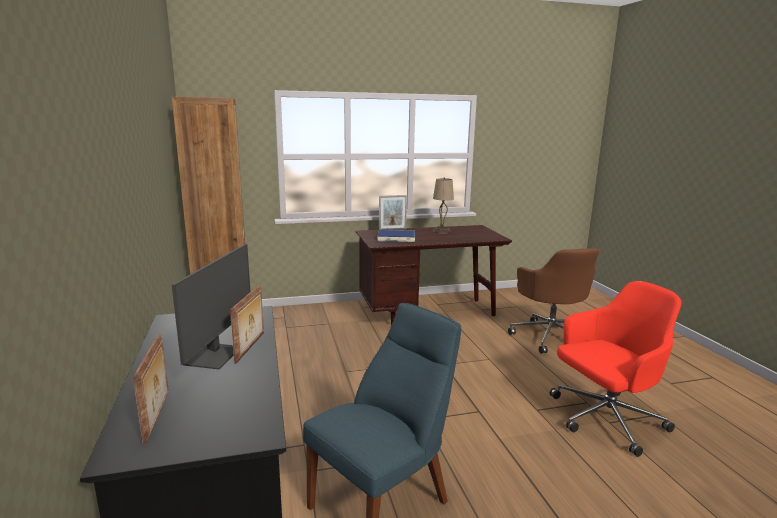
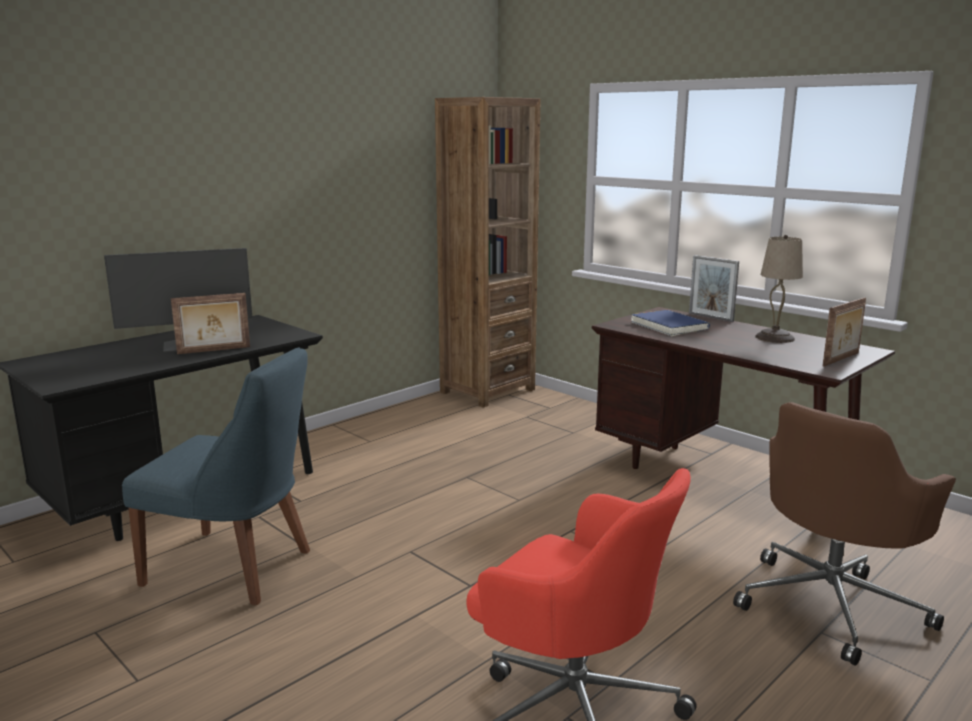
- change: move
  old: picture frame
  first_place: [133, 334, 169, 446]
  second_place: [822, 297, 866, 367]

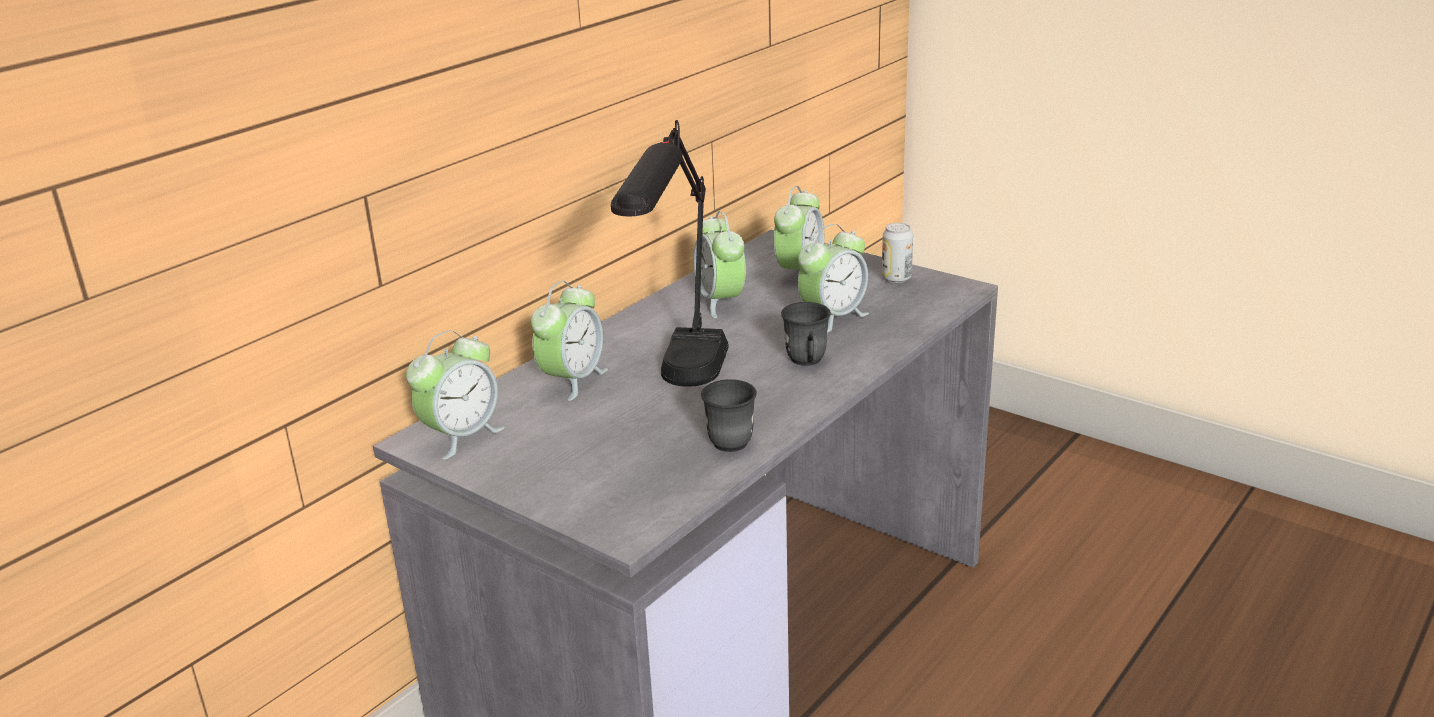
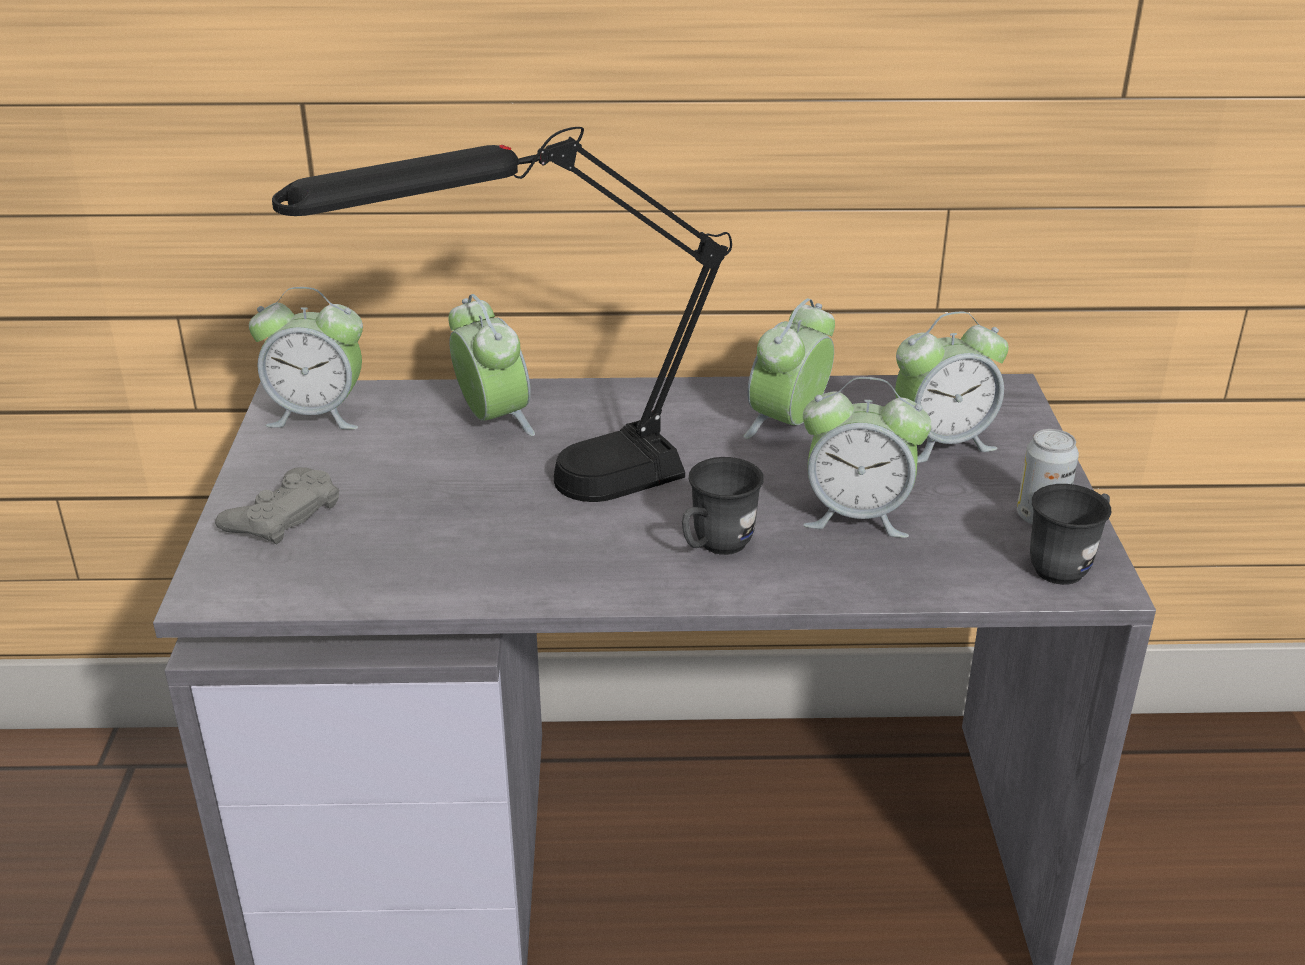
- change: rotate
  old: alarm clock
  first_place: [531, 281, 608, 401]
  second_place: [448, 294, 535, 436]
  degrees: -105
- change: move
  old: grey mug
  first_place: [701, 379, 757, 452]
  second_place: [1030, 484, 1111, 585]
- change: insert
  new: grey game controller
  second_place: [215, 468, 340, 544]

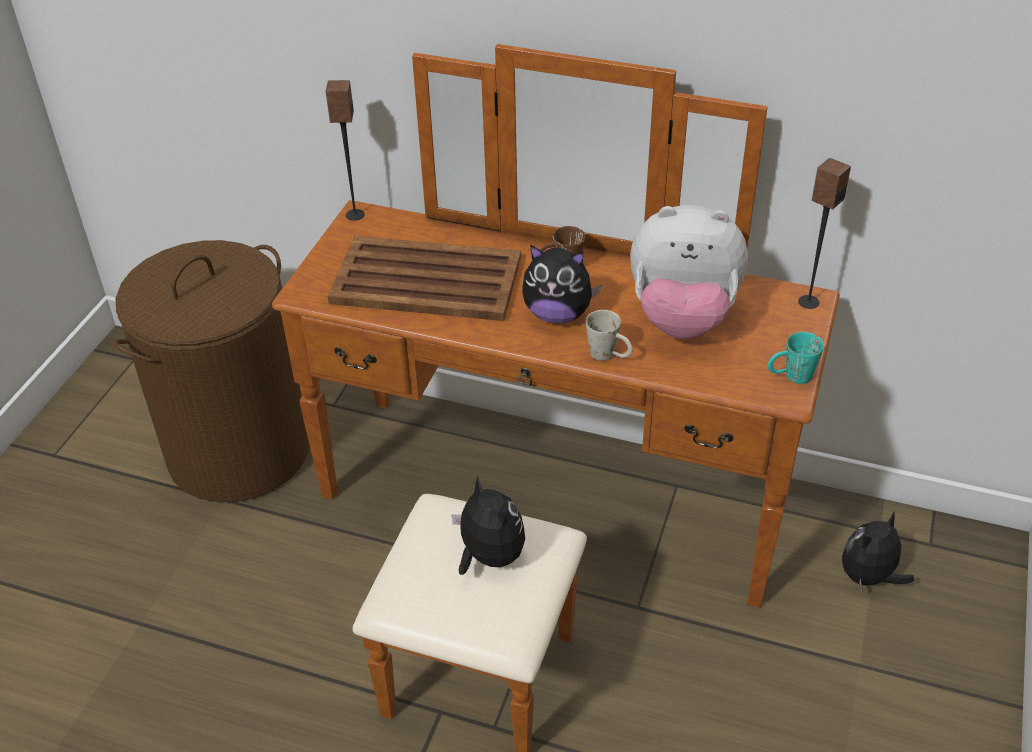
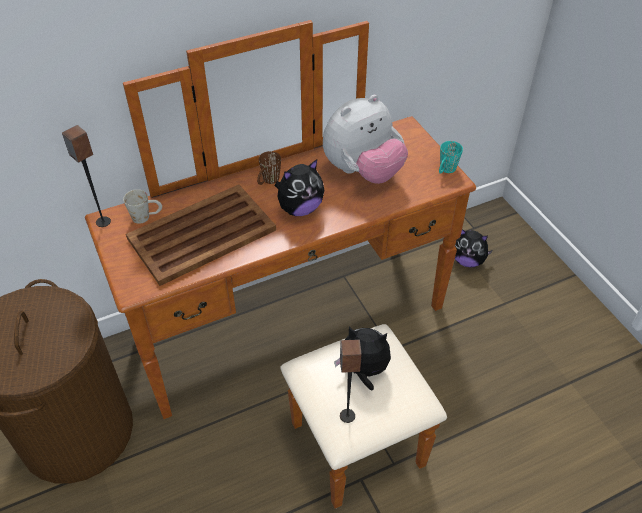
- change: move
  old: white mug
  first_place: [586, 310, 633, 361]
  second_place: [123, 189, 162, 224]
- change: move
  old: speaker
  first_place: [798, 158, 851, 309]
  second_place: [340, 339, 362, 423]
- change: rotate
  old: plush toy
  first_place: [842, 512, 914, 592]
  second_place: [455, 229, 493, 268]
  degrees: -75

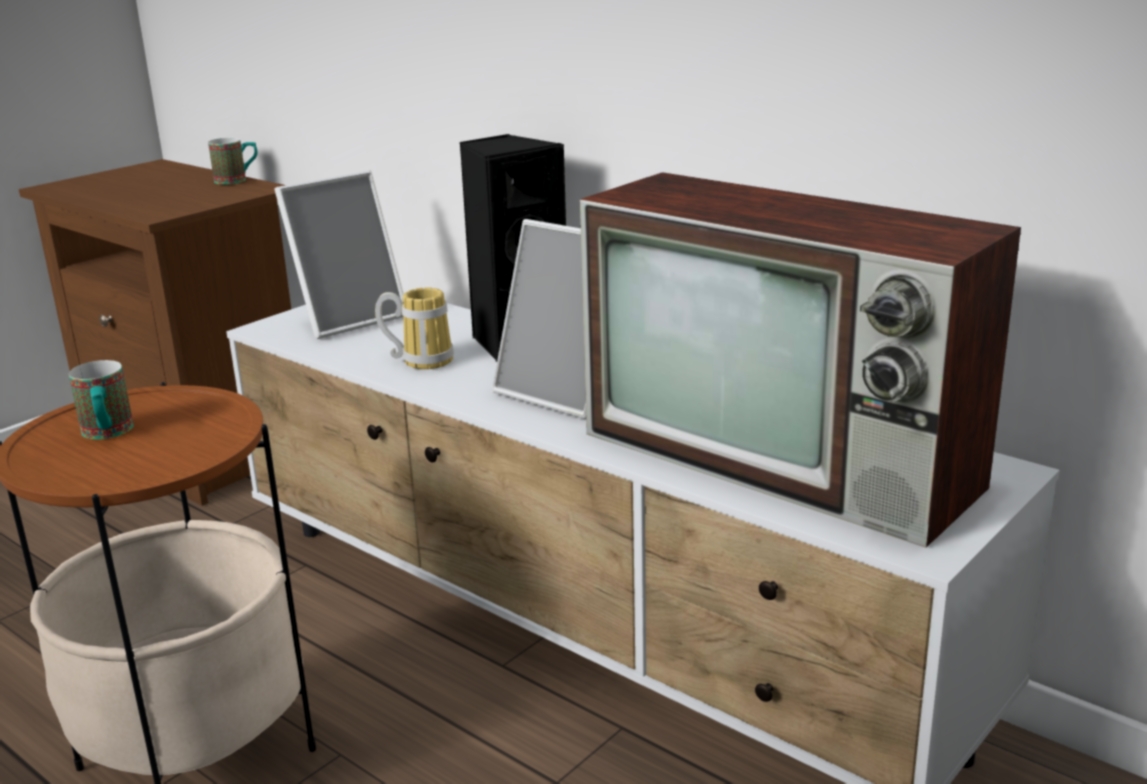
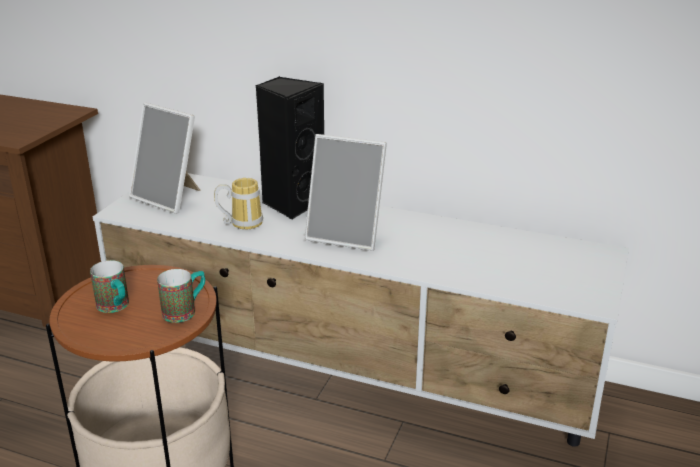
- change: move
  old: mug
  first_place: [208, 138, 257, 185]
  second_place: [157, 269, 205, 323]
- change: rotate
  old: picture frame
  first_place: [274, 170, 404, 339]
  second_place: [129, 103, 201, 214]
  degrees: 90
- change: delete
  old: television
  first_place: [580, 172, 1021, 548]

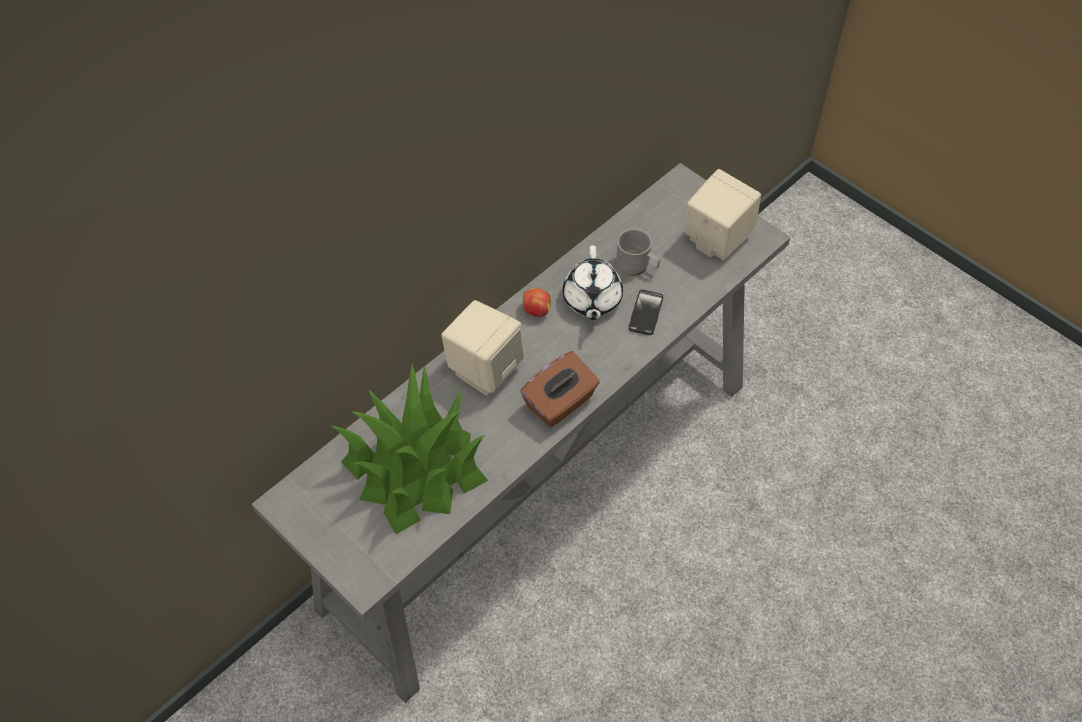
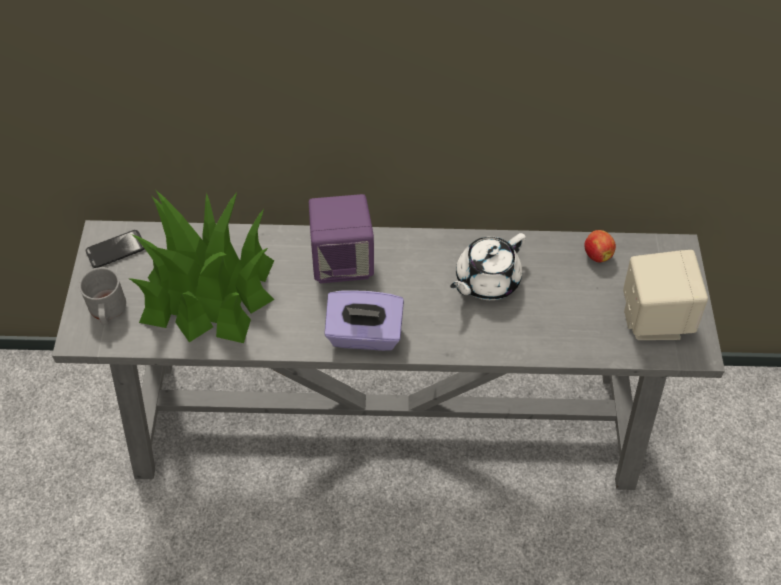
- change: recolor
  old: beige speaker
  new: purple speaker
  first_place: [441, 300, 525, 396]
  second_place: [309, 194, 374, 283]
- change: recolor
  old: brown tissue box
  new: purple tissue box
  first_place: [520, 351, 600, 427]
  second_place: [324, 290, 404, 351]
- change: move
  old: apple
  first_place: [523, 288, 551, 317]
  second_place: [584, 230, 616, 262]
- change: move
  old: grey mug
  first_place: [616, 228, 660, 276]
  second_place: [79, 267, 126, 325]
- change: move
  old: phone
  first_place: [629, 290, 663, 335]
  second_place: [86, 230, 145, 268]

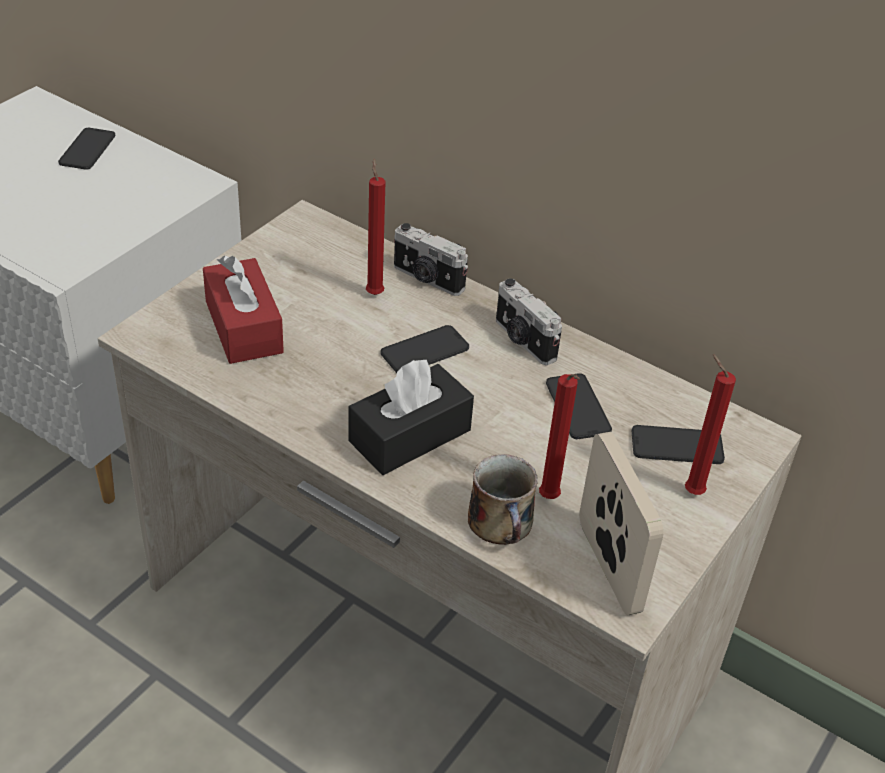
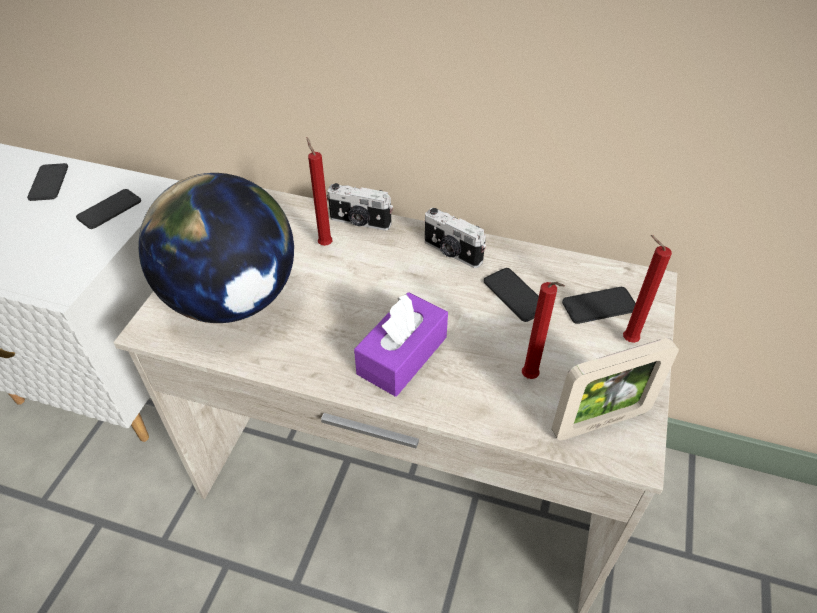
- change: replace
  old: red tissue box
  new: globe
  first_place: [203, 256, 284, 364]
  second_place: [138, 173, 294, 323]
- change: recolor
  old: black tissue box
  new: purple tissue box
  first_place: [348, 359, 474, 475]
  second_place: [354, 292, 448, 397]
- change: move
  old: phone
  first_place: [381, 325, 469, 373]
  second_place: [76, 189, 141, 229]
- change: delete
  old: mug
  first_place: [468, 454, 538, 545]
- change: rotate
  old: picture frame
  first_place: [579, 432, 663, 615]
  second_place: [552, 338, 679, 440]
  degrees: 105

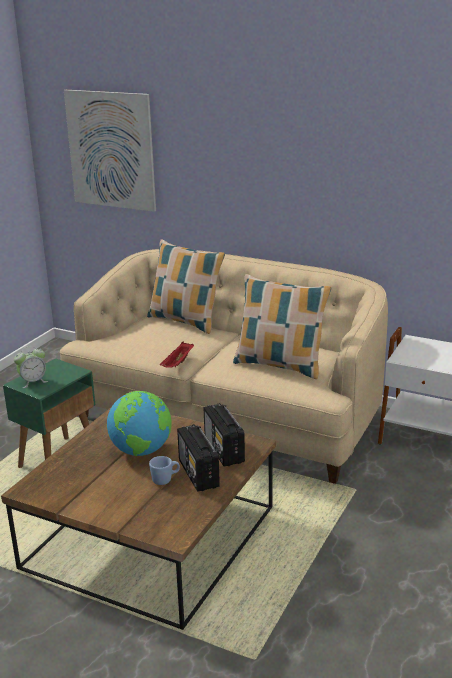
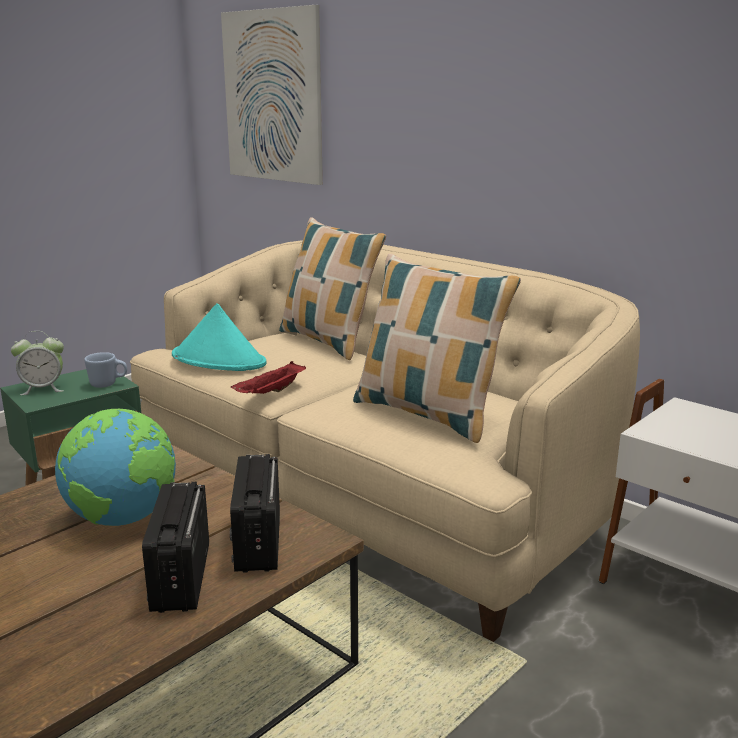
- change: move
  old: blue mug
  first_place: [149, 456, 180, 485]
  second_place: [84, 352, 127, 388]
- change: insert
  new: turquoise hat
  second_place: [172, 303, 266, 371]

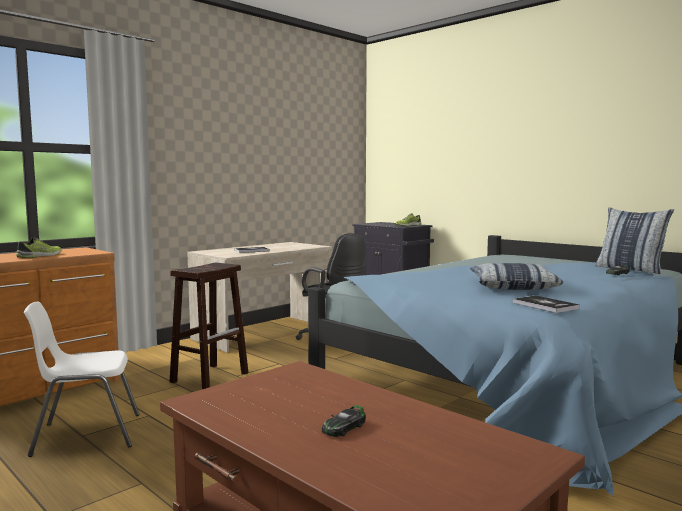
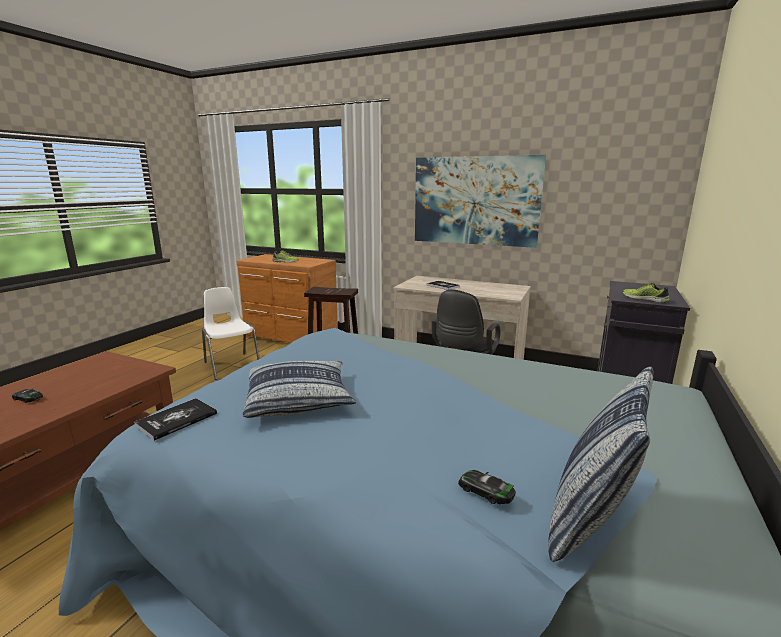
- change: insert
  new: picture
  second_place: [415, 155, 546, 248]

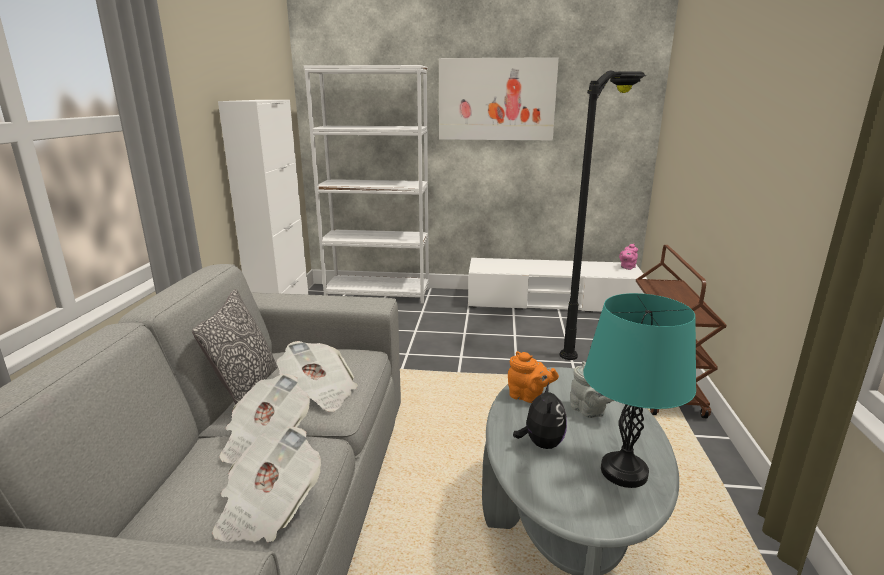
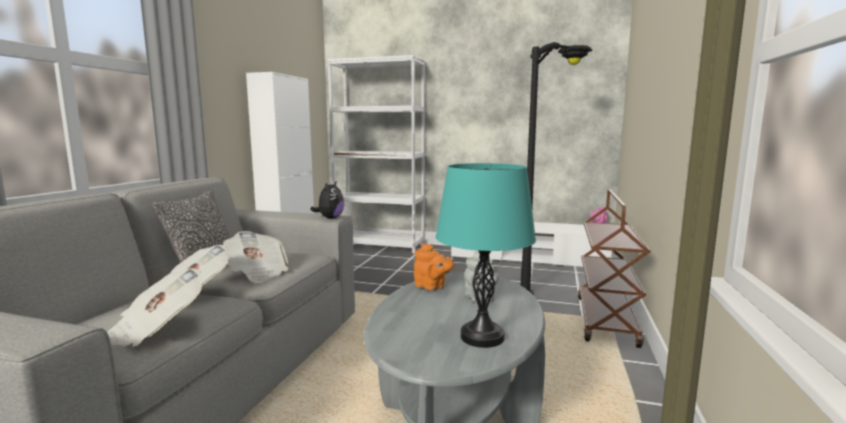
- change: delete
  old: picture
  first_place: [439, 57, 559, 141]
- change: move
  old: plush toy
  first_place: [513, 383, 567, 449]
  second_place: [310, 182, 344, 219]

